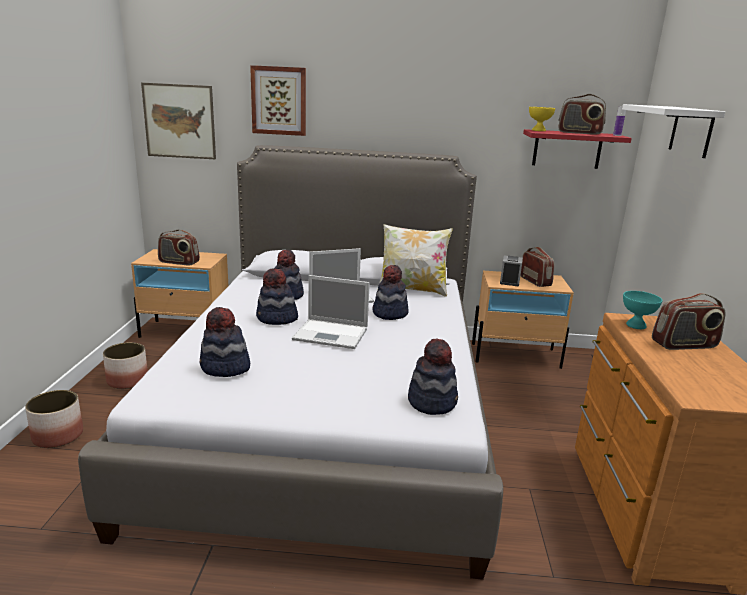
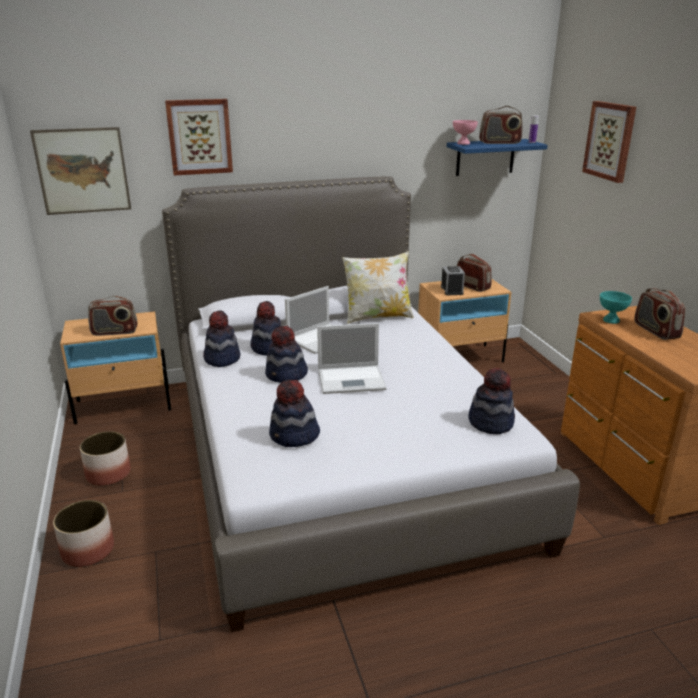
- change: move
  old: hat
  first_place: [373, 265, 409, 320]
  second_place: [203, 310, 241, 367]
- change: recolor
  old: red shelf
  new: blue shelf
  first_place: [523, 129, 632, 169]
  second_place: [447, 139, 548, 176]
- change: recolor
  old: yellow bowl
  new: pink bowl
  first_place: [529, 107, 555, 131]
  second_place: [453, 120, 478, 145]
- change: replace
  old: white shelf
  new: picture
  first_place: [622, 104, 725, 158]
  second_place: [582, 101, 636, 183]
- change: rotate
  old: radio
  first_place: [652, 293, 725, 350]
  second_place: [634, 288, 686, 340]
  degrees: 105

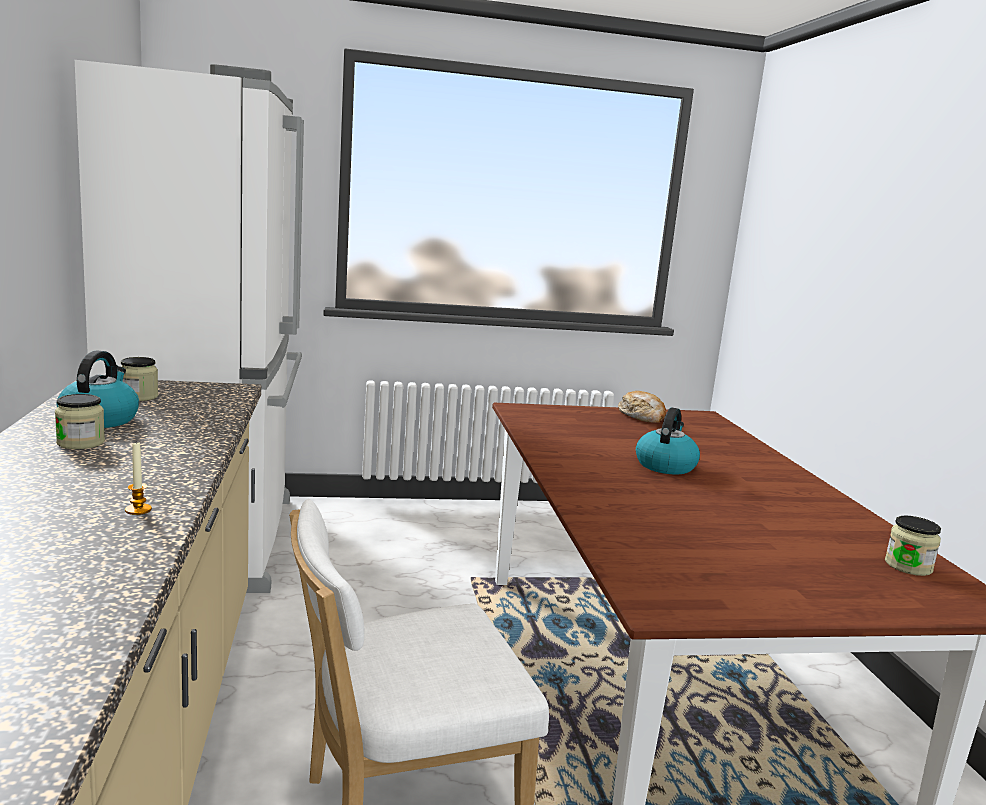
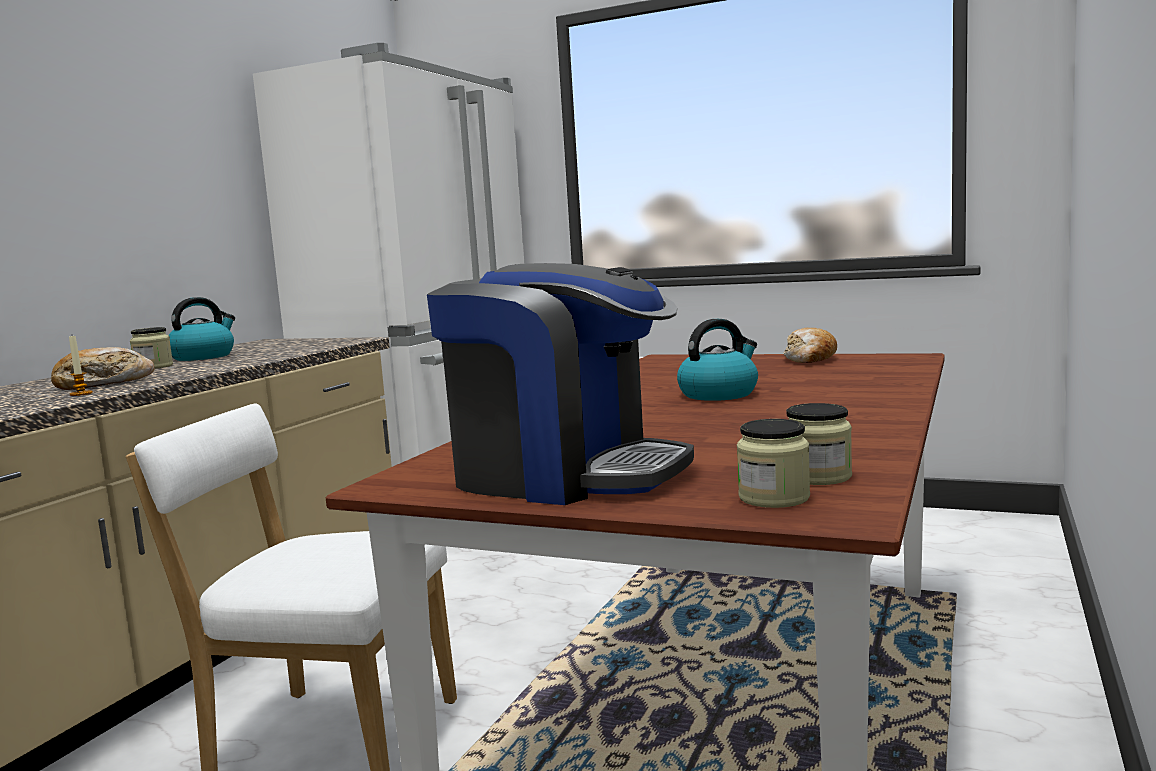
- change: move
  old: jar
  first_place: [121, 357, 158, 401]
  second_place: [737, 419, 810, 508]
- change: insert
  new: bread
  second_place: [51, 347, 155, 390]
- change: insert
  new: coffee machine
  second_place: [427, 263, 694, 505]

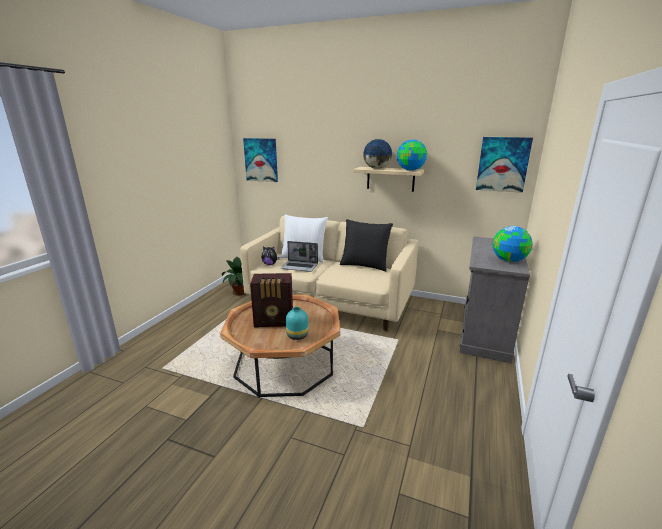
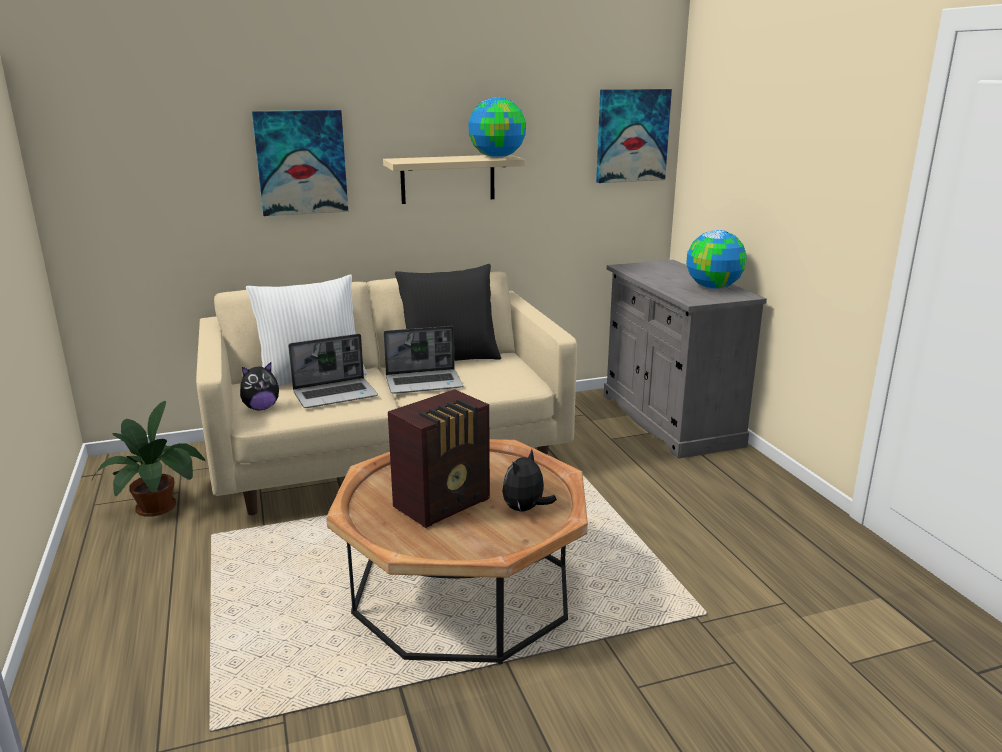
- change: move
  old: picture
  first_place: [243, 138, 278, 182]
  second_place: [252, 110, 348, 216]
- change: replace
  old: turquoise vase
  new: plush toy
  first_place: [286, 307, 308, 340]
  second_place: [502, 449, 557, 511]
- change: delete
  old: globe
  first_place: [363, 139, 393, 169]
- change: insert
  new: laptop
  second_place: [383, 326, 463, 394]

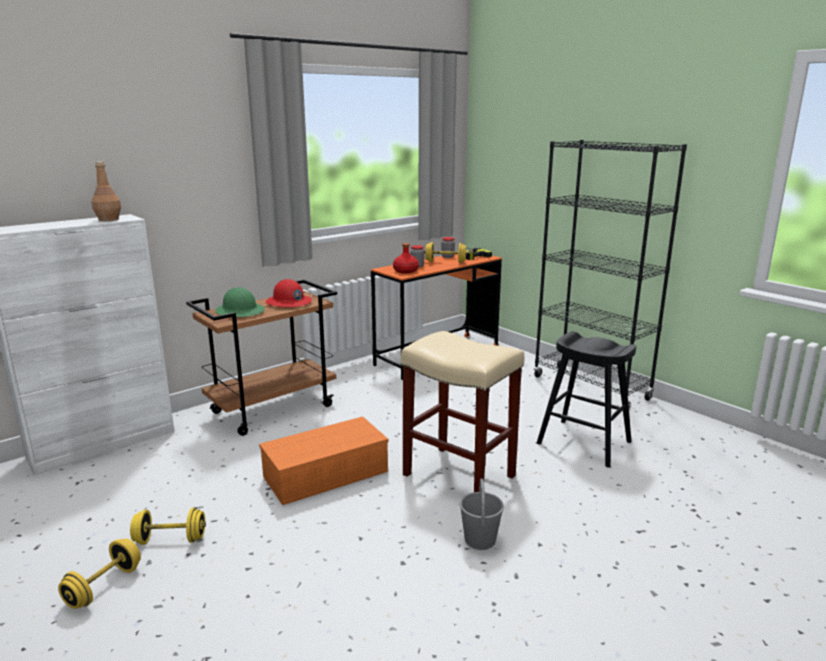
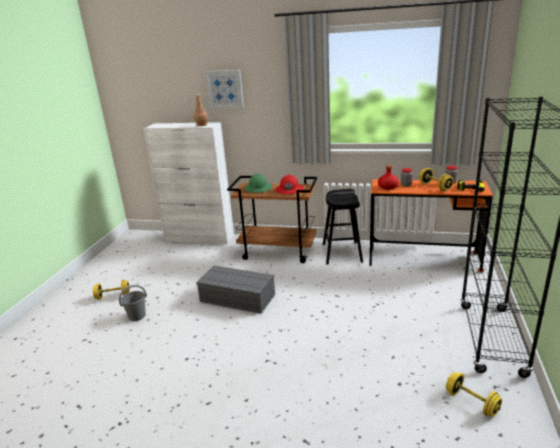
- change: move
  old: yellow dumbbell
  first_place: [130, 508, 206, 545]
  second_place: [446, 372, 502, 417]
- change: recolor
  old: orange storage box
  new: grey storage box
  first_place: [259, 417, 388, 505]
  second_place: [196, 266, 275, 314]
- change: delete
  old: beige stool
  first_place: [401, 331, 524, 492]
- change: move
  old: grey bucket
  first_place: [460, 479, 504, 550]
  second_place: [119, 285, 147, 321]
- change: move
  old: black stool
  first_place: [537, 331, 636, 468]
  second_place: [323, 189, 363, 265]
- change: insert
  new: picture
  second_place: [205, 70, 244, 108]

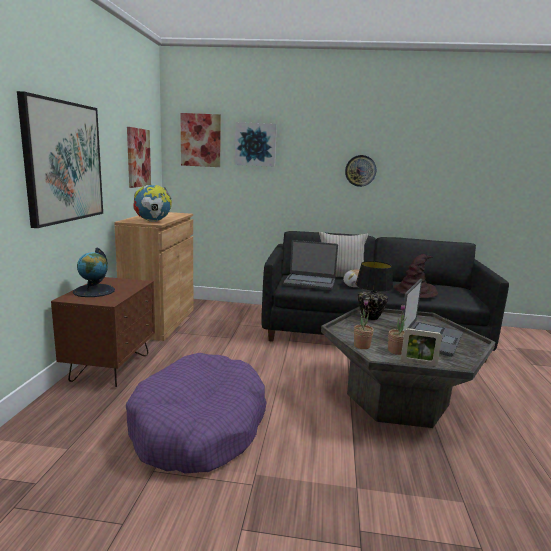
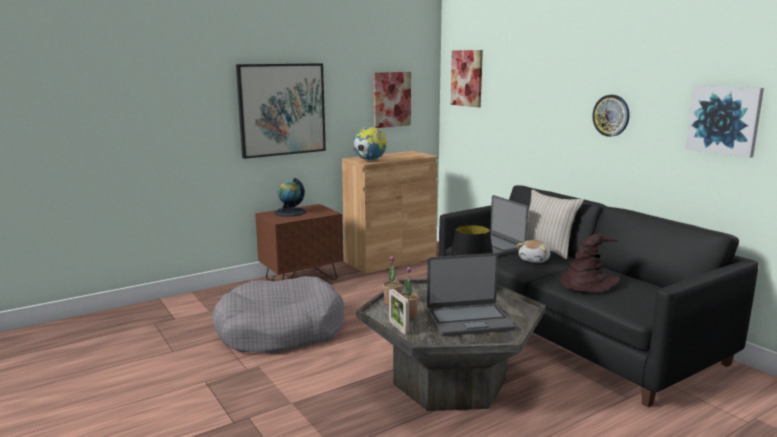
- change: recolor
  old: purple dog bed
  new: grey dog bed
  first_place: [126, 353, 267, 474]
  second_place: [213, 276, 344, 353]
- change: move
  old: picture
  first_place: [235, 122, 277, 167]
  second_place: [686, 85, 764, 158]

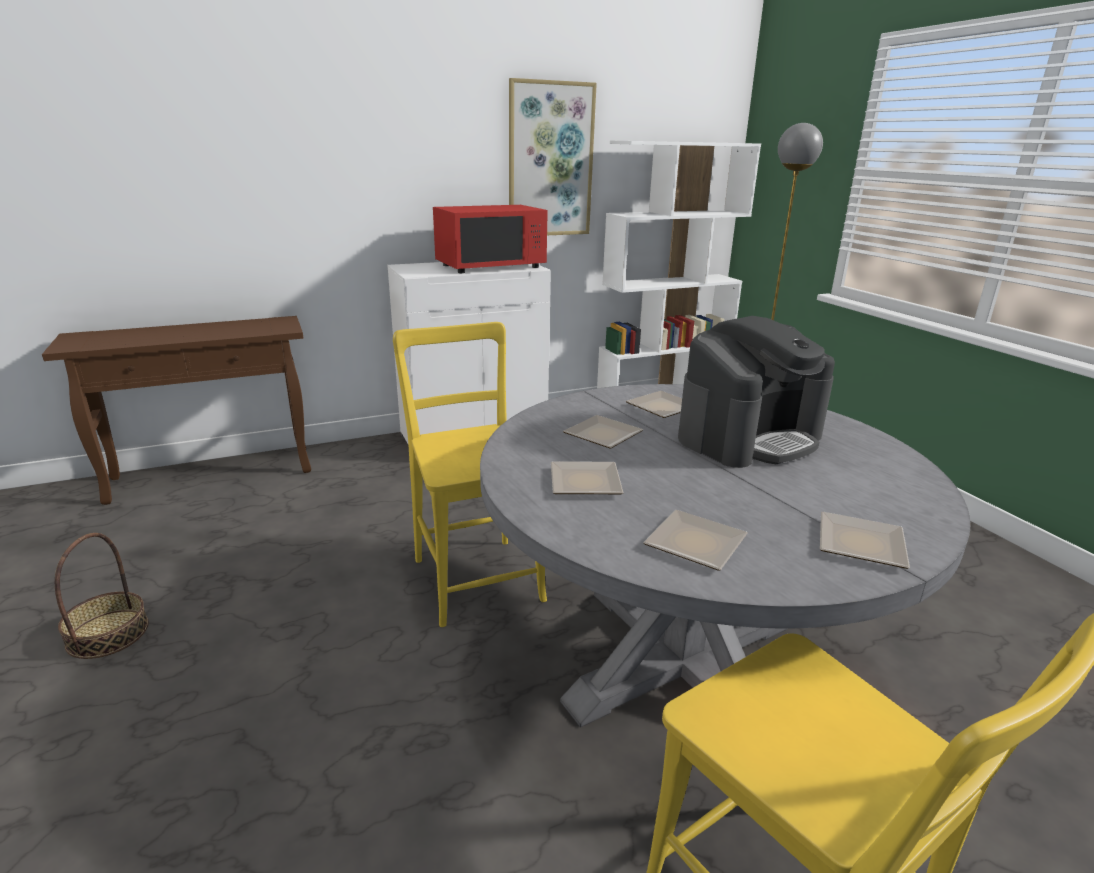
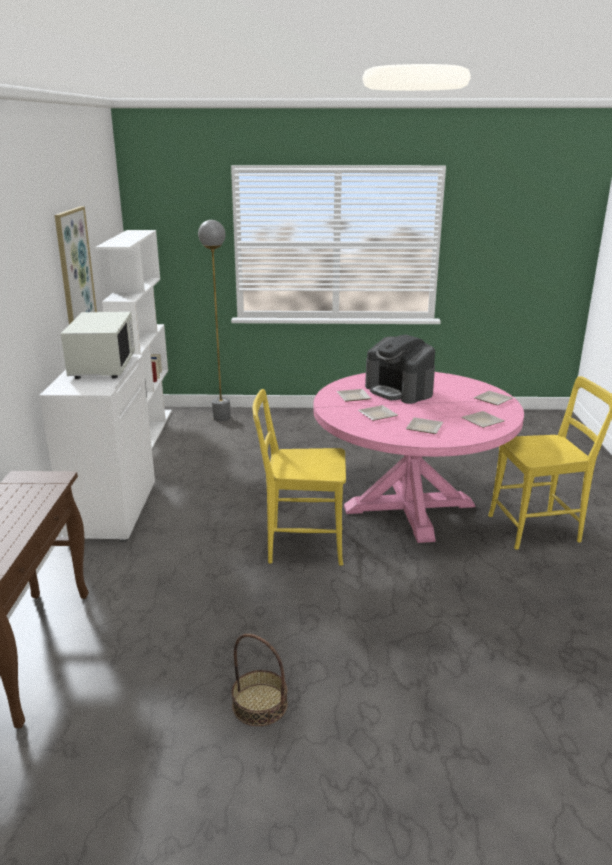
- change: recolor
  old: red microwave
  new: white microwave
  first_place: [433, 205, 548, 273]
  second_place: [61, 312, 135, 379]
- change: recolor
  old: grey dining table
  new: pink dining table
  first_place: [480, 384, 971, 727]
  second_place: [313, 372, 524, 543]
- change: rotate
  old: coffee machine
  first_place: [678, 316, 835, 468]
  second_place: [365, 335, 435, 404]
  degrees: 150

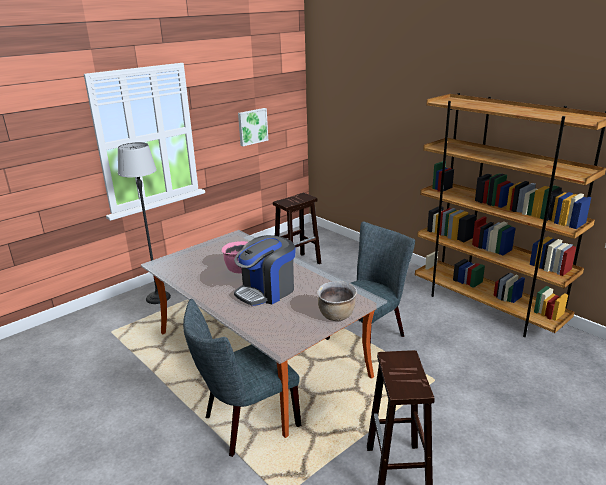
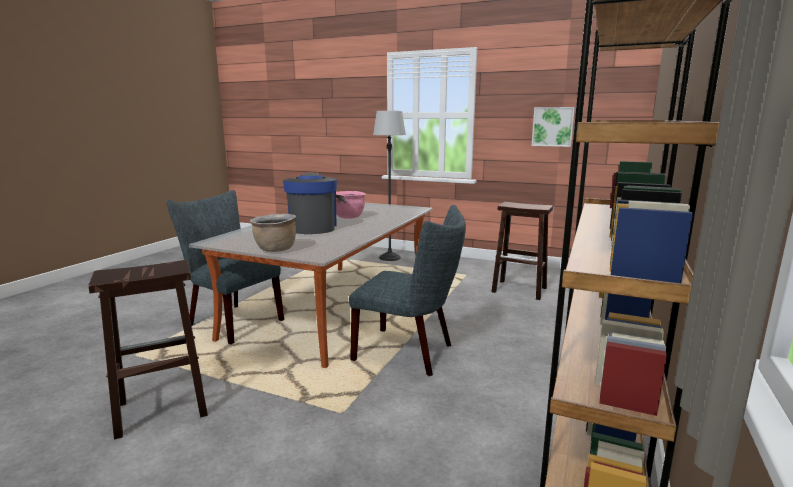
- change: rotate
  old: coffee machine
  first_place: [234, 235, 295, 306]
  second_place: [283, 173, 337, 234]
  degrees: 60

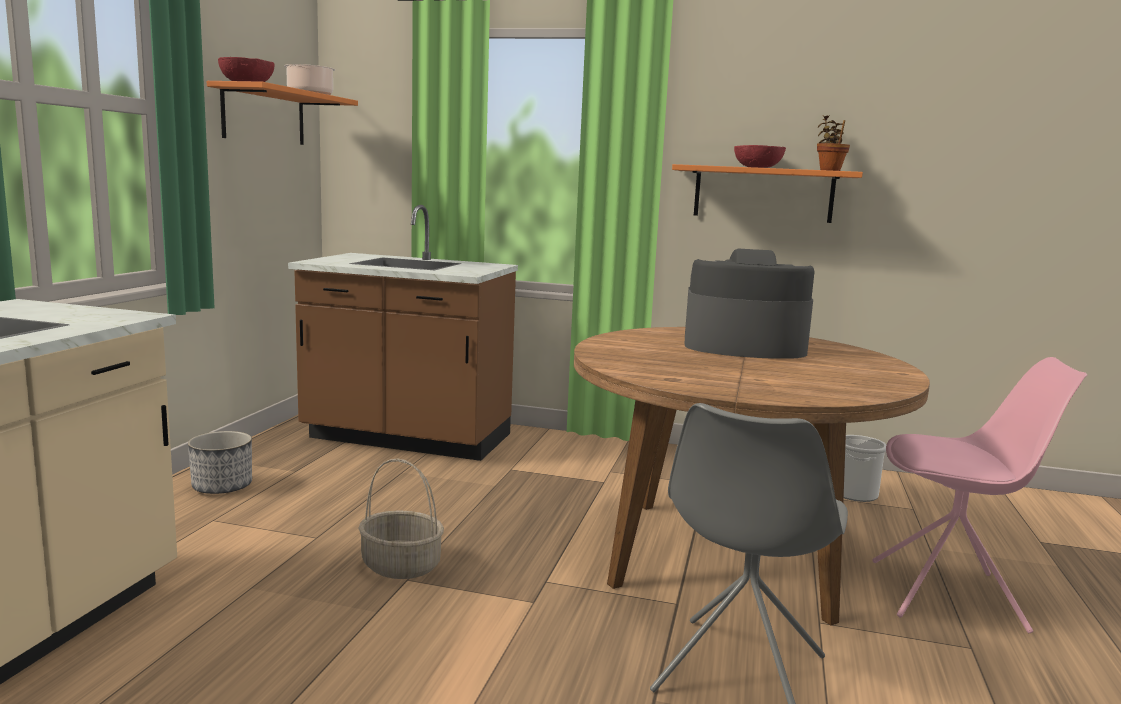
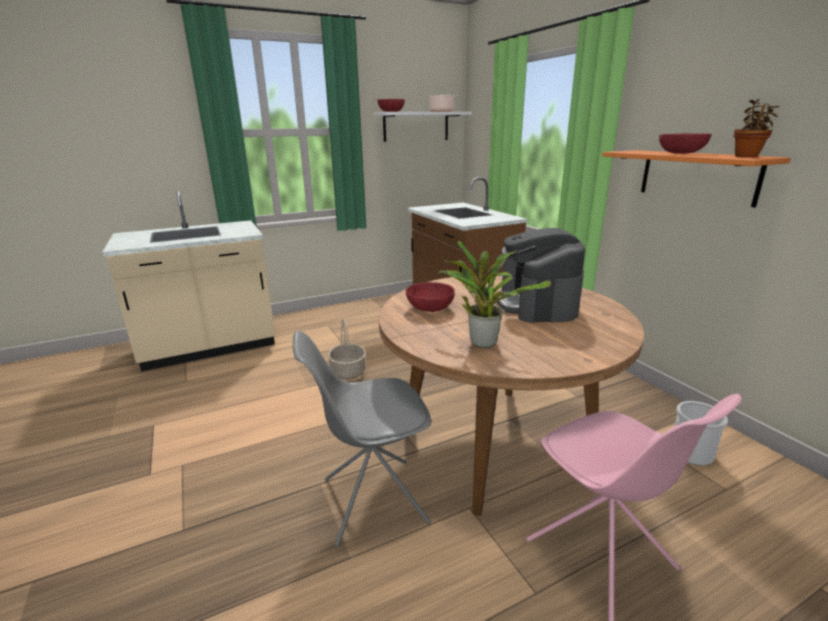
- change: delete
  old: planter
  first_place: [188, 431, 252, 494]
- change: recolor
  old: orange shelf
  new: white shelf
  first_place: [207, 81, 358, 145]
  second_place: [373, 112, 472, 142]
- change: rotate
  old: coffee machine
  first_place: [684, 248, 815, 359]
  second_place: [497, 228, 585, 323]
  degrees: -150
- change: insert
  new: red bowl
  second_place: [405, 282, 455, 312]
- change: insert
  new: potted plant
  second_place: [438, 240, 551, 348]

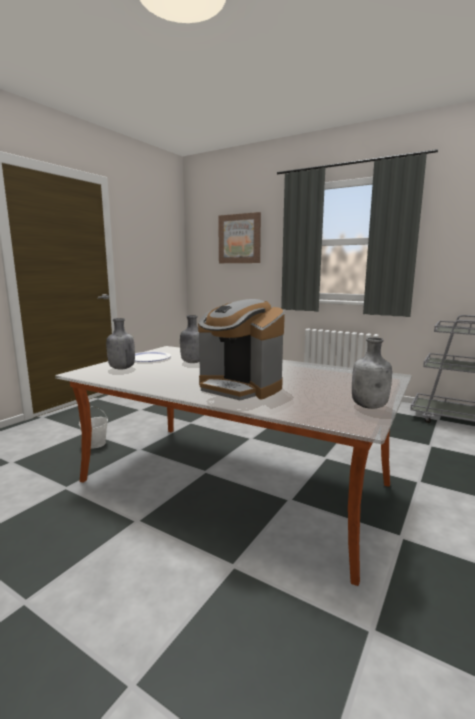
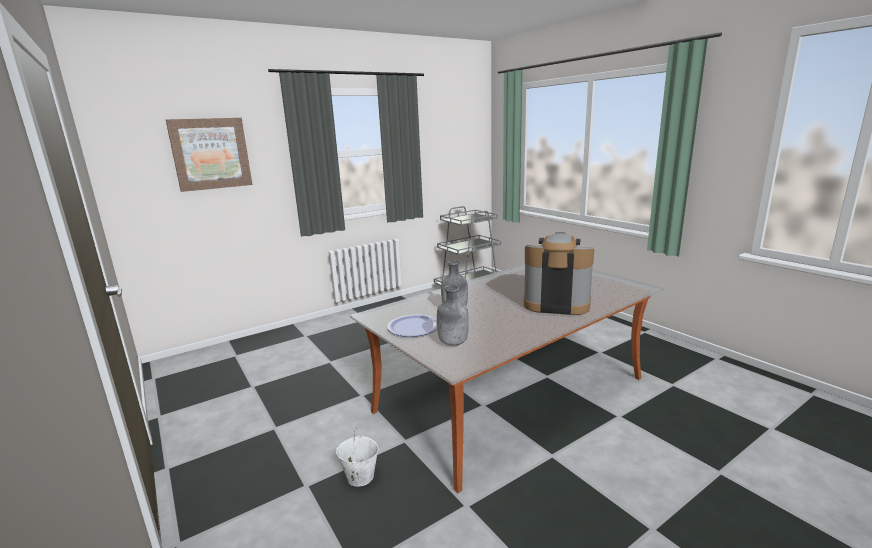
- change: rotate
  old: coffee machine
  first_place: [198, 299, 285, 400]
  second_place: [524, 232, 594, 315]
  degrees: -135
- change: delete
  old: grey bottle
  first_place: [352, 337, 392, 409]

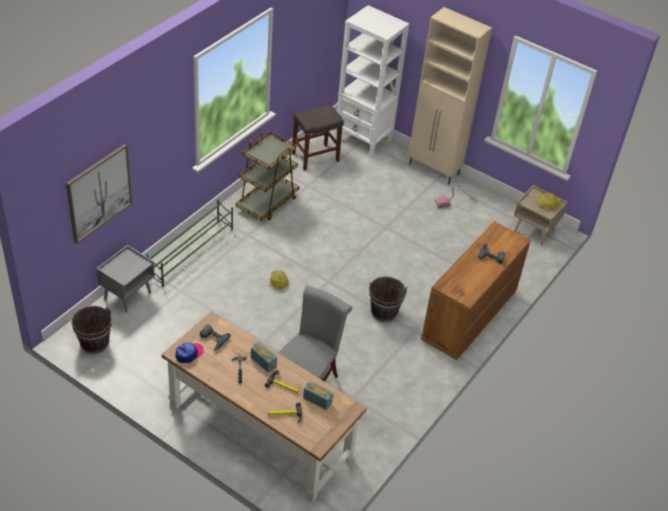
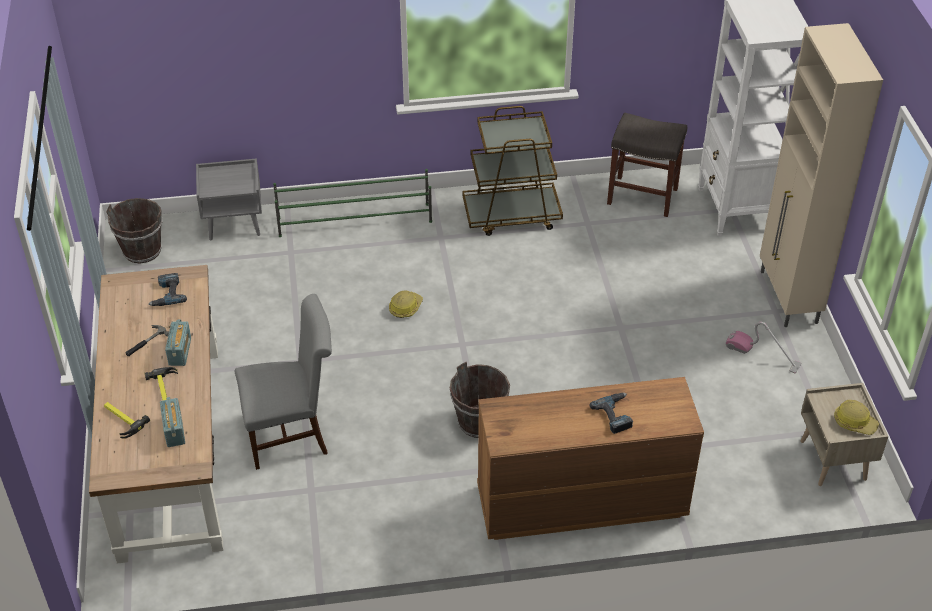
- change: delete
  old: picture
  first_place: [66, 144, 132, 244]
- change: delete
  old: cap
  first_place: [175, 342, 204, 363]

